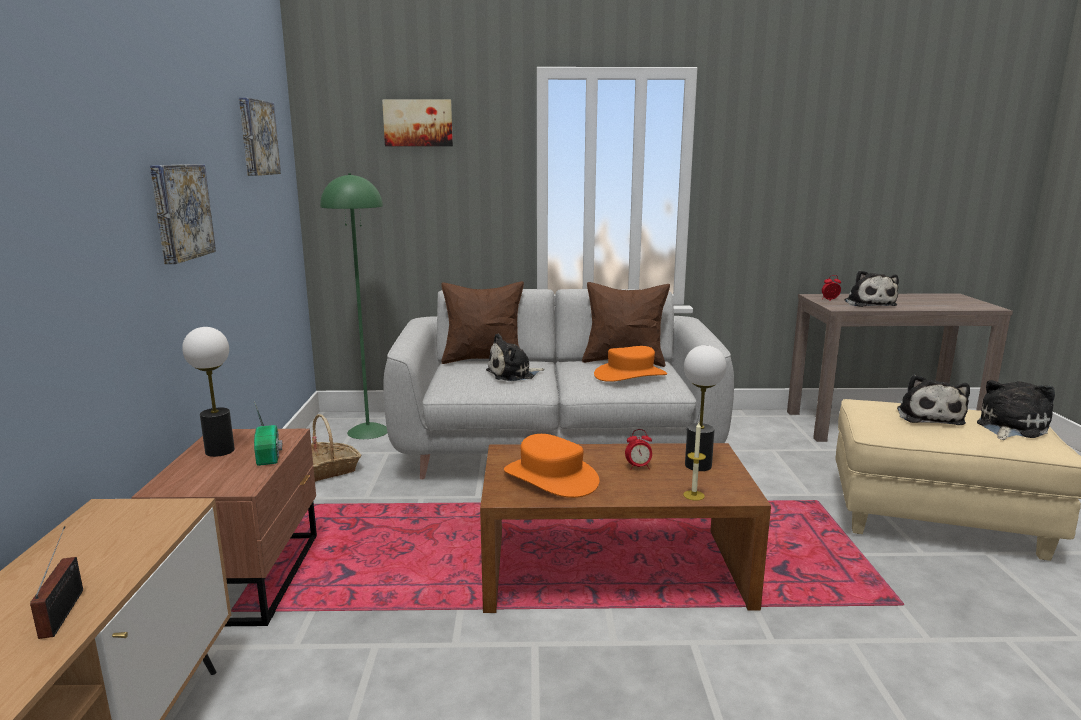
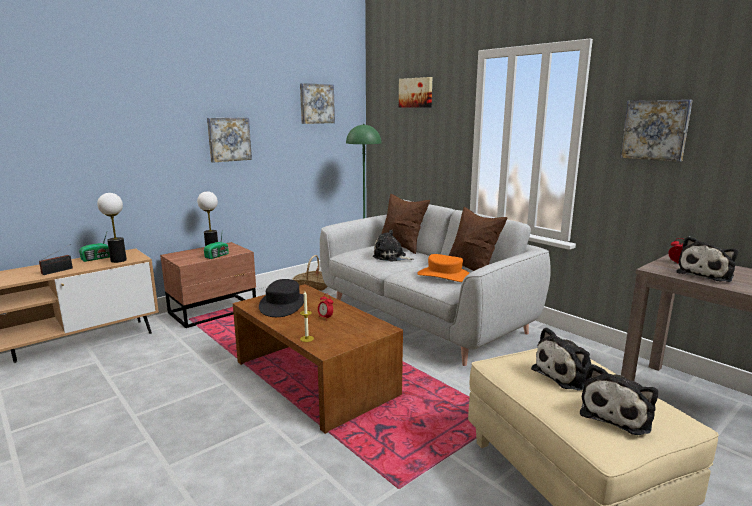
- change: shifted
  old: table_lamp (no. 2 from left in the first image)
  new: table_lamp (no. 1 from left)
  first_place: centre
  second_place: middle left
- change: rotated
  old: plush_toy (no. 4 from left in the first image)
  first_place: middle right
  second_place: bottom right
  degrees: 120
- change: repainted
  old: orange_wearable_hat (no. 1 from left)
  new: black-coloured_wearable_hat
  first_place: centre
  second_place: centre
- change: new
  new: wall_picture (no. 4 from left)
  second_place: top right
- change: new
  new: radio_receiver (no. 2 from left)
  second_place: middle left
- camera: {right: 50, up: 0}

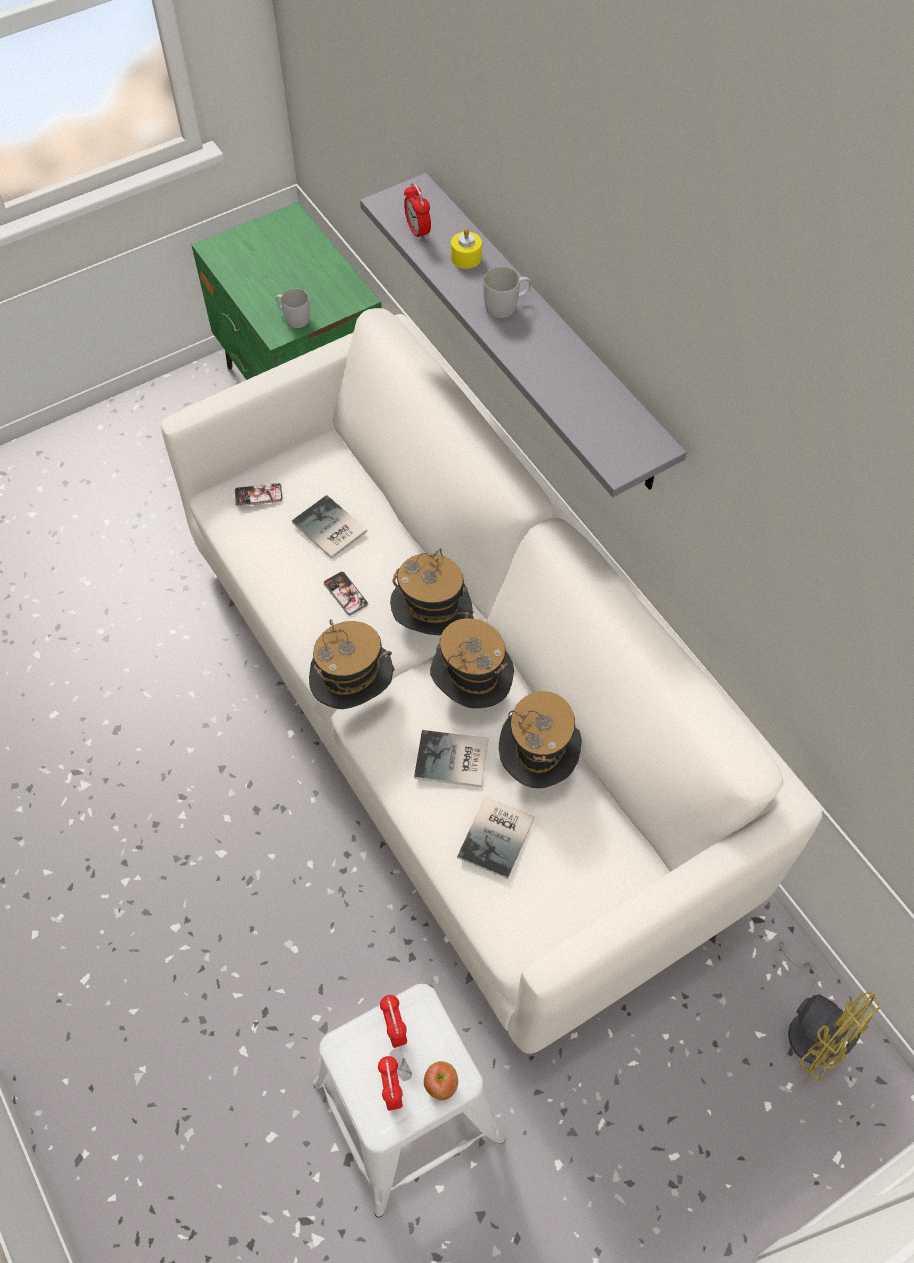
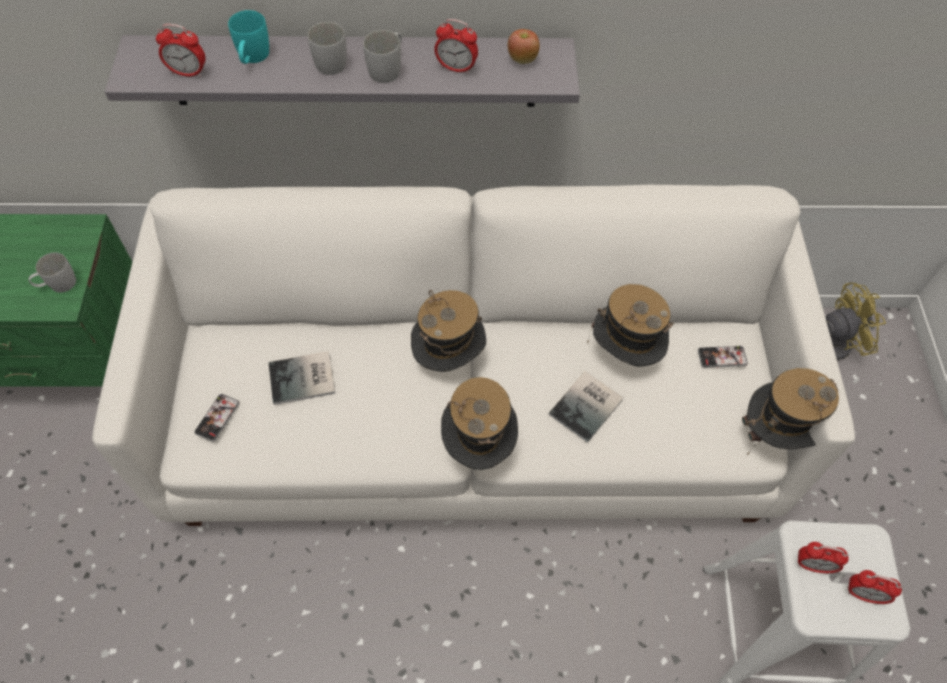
- change: swapped
  old: yellow-coloured_candle
  new: turquoise_coffee_mug
  first_place: top centre
  second_place: top left
- change: shifted
  old: telephone (no. 2 from left)
  first_place: centre
  second_place: middle right
- change: shifted
  old: wearable_hat (no. 3 from left in the first image)
  new: wearable_hat (no. 4 from left)
  first_place: centre
  second_place: middle right
- change: gone
  old: book (no. 3 from left)
  first_place: centre
- change: shifted
  old: whole_apple
  first_place: bottom centre
  second_place: top centre
- change: new
  new: bedside_clock (no. 2 from left)
  second_place: top centre
- change: new
  new: white_coffee_mug (no. 3 from left)
  second_place: top centre
- camera: {right: -60, up: 0}

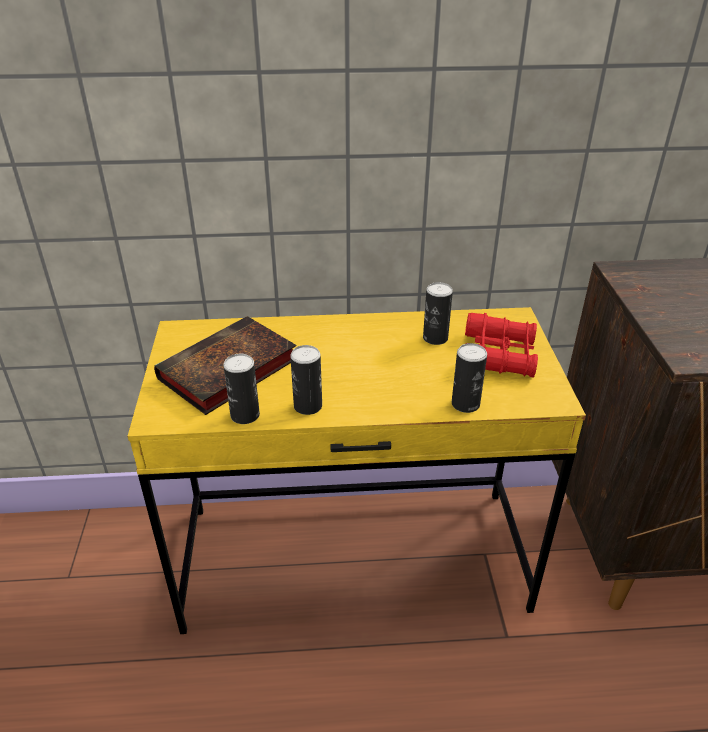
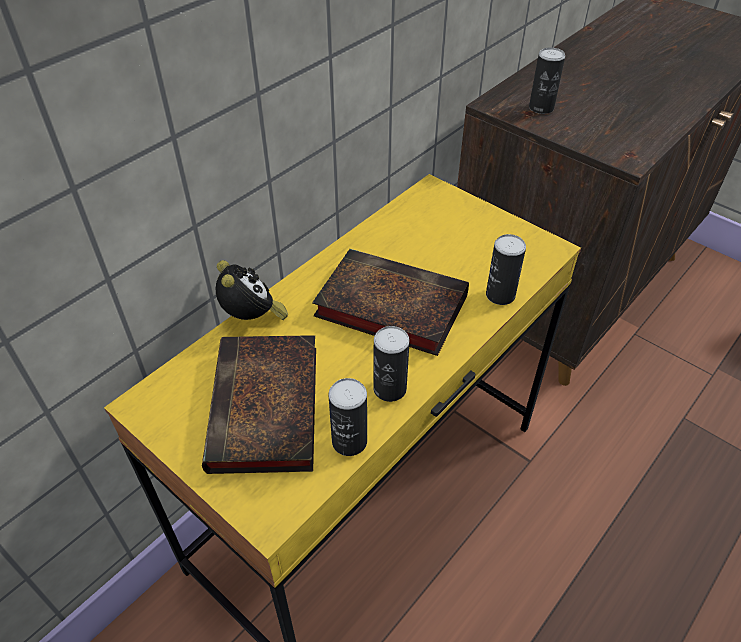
- change: shifted
  old: metal_can (no. 3 from left in the first image)
  new: metal_can (no. 4 from left)
  first_place: centre
  second_place: top right
- change: gone
  old: reddish_binoculars
  first_place: middle right
- change: new
  new: book (no. 2 from left)
  second_place: centre
- change: new
  new: bedside_clock
  second_place: centre
- camera: {right: -45, up: 10}

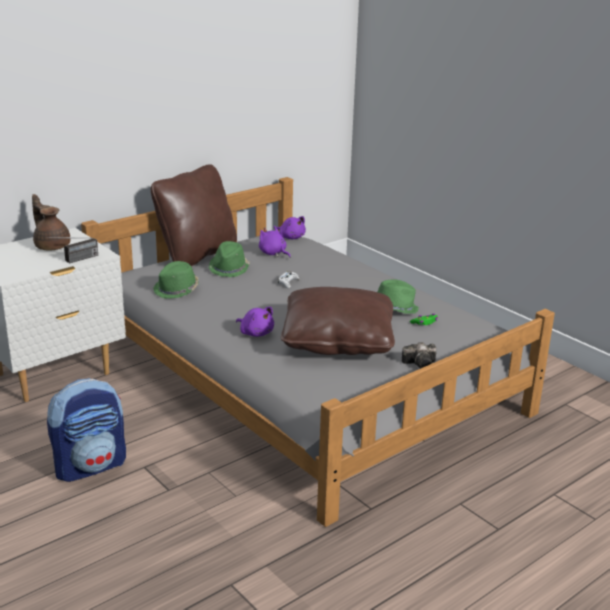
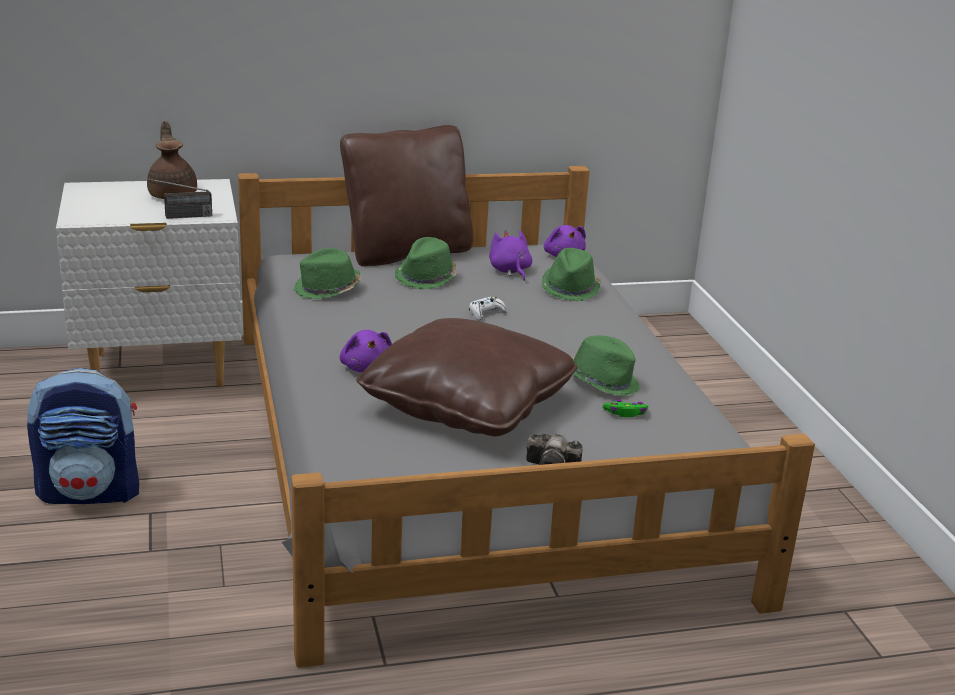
- change: new
  new: greenish_wearable_hat (no. 3 from left)
  second_place: centre
- camera: {right: 25, up: 0}

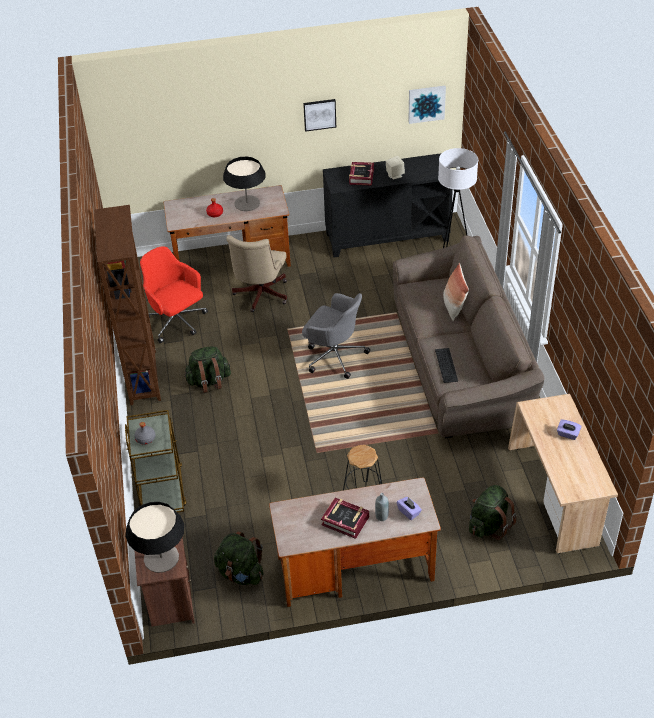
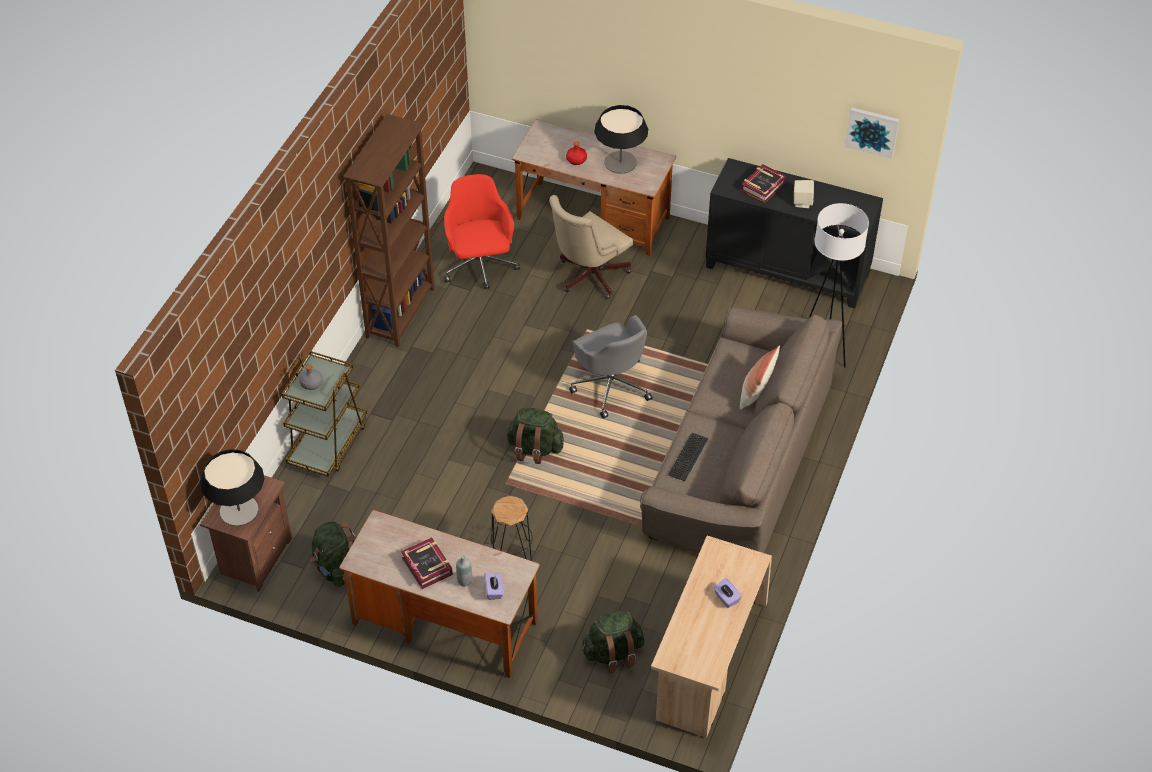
- change: gone
  old: wall_picture (no. 1 from left)
  first_place: top centre
- change: shifted
  old: greenish_backpack (no. 1 from left in the first image)
  new: greenish_backpack (no. 2 from left)
  first_place: middle left
  second_place: centre
- camera: {right: 30, up: 5}

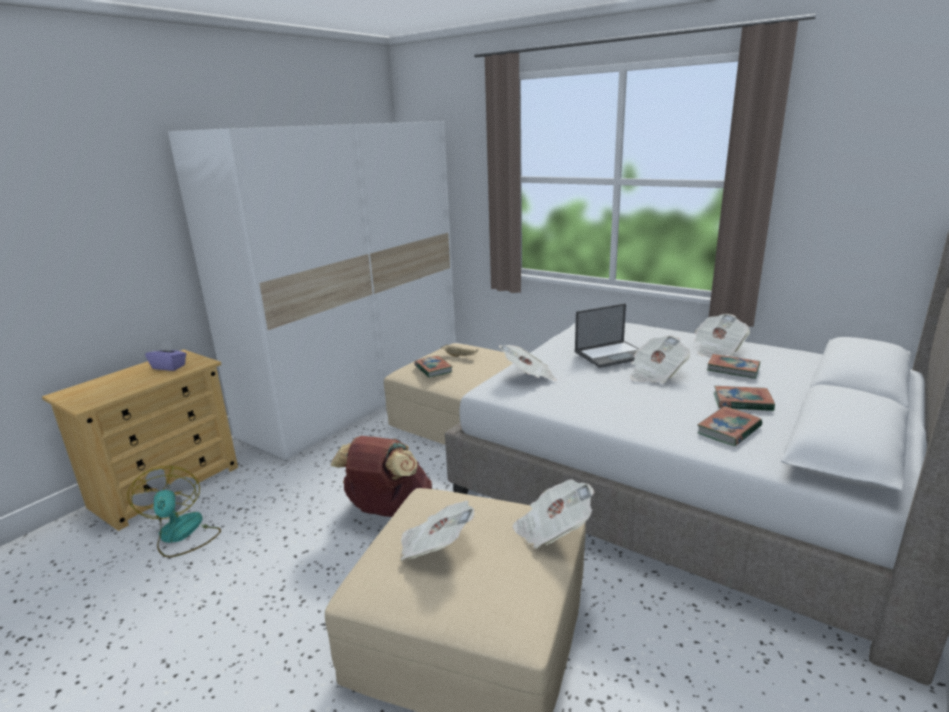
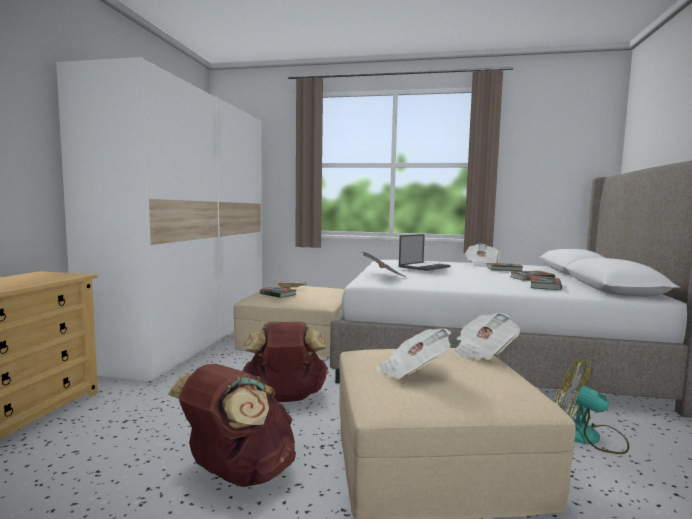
- change: gone
  old: printed_paper (no. 4 from left)
  first_place: middle right
- change: gone
  old: purple-coloured_box_of_tissues
  first_place: middle left
- change: shifted
  old: cooling_fan
  first_place: bottom left
  second_place: bottom right
- change: new
  new: brown_backpack (no. 1 from left)
  second_place: bottom centre
- camera: {right: -25, up: -15}

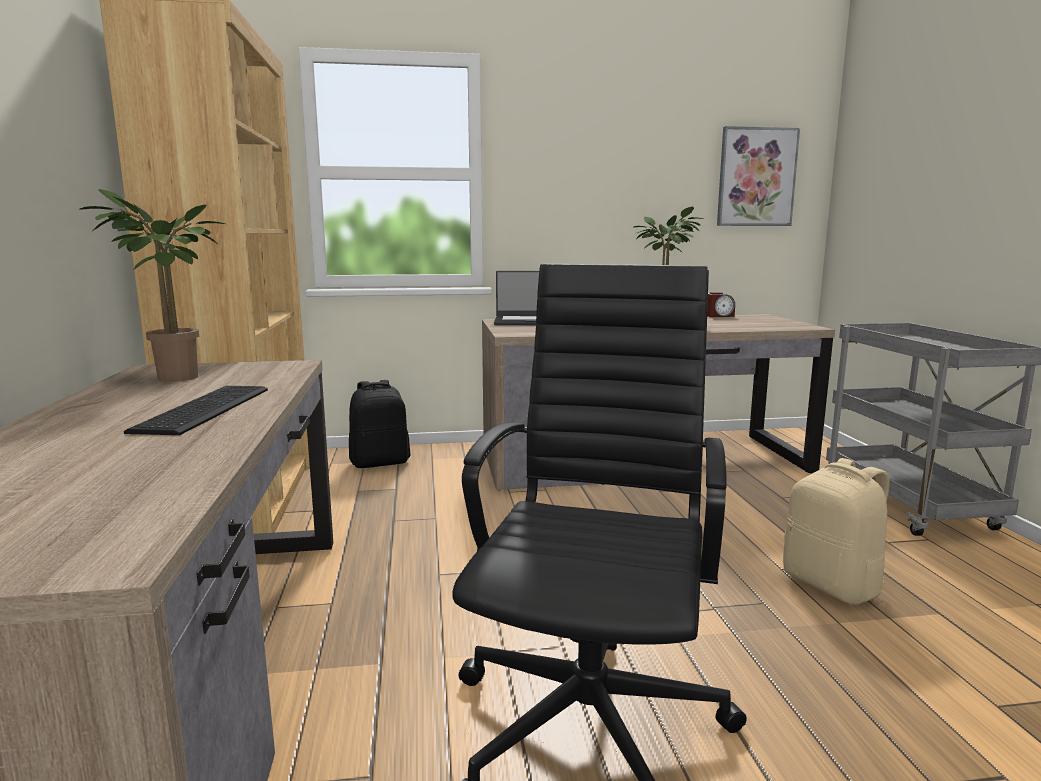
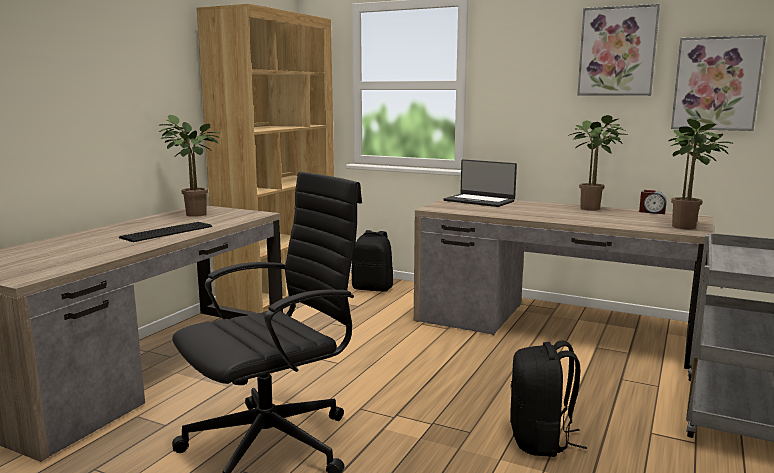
- change: repainted
  old: sand-coloured_backpack
  new: black-coloured_backpack (no. 2 from left)
  first_place: bottom right
  second_place: bottom right
- change: new
  new: wall_picture (no. 1 from left)
  second_place: top right
- change: new
  new: plant_in_a_pot (no. 3 from left)
  second_place: middle right
- camera: {right: 35, up: 0}

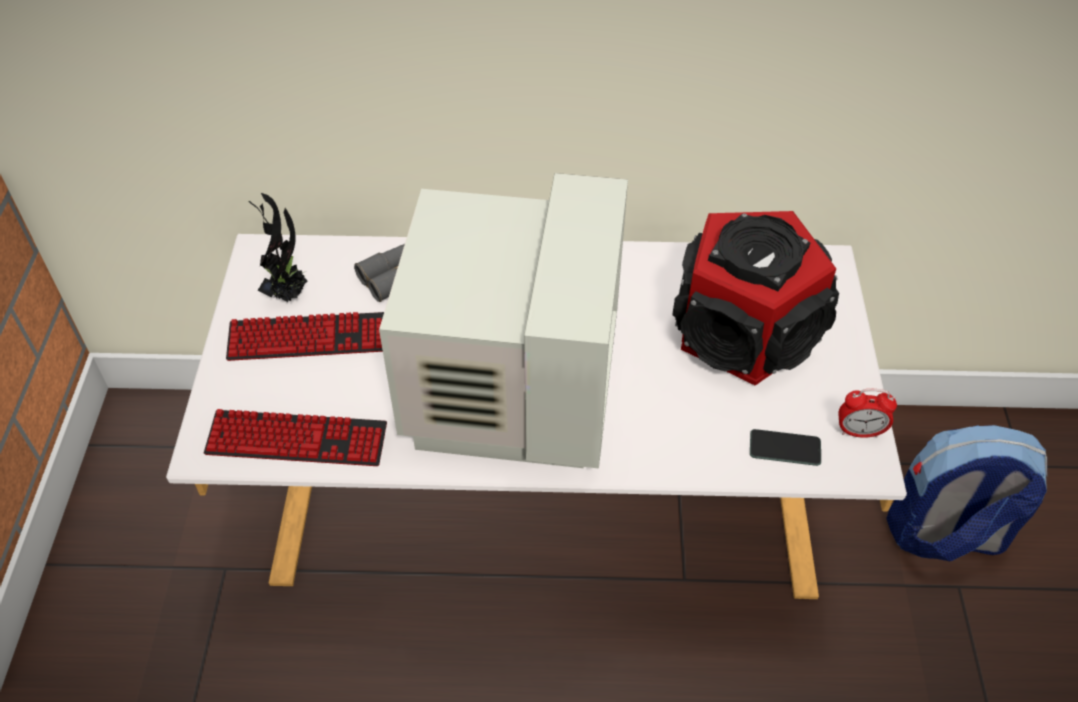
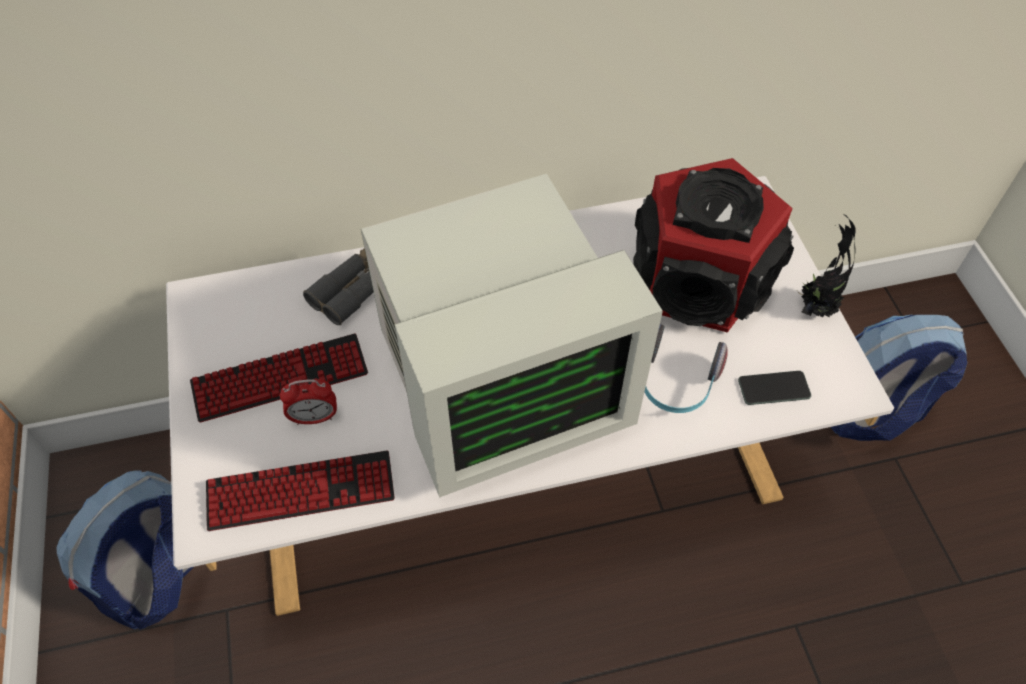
- change: rotated
  old: computer_display
  first_place: centre
  second_place: centre
  degrees: 75
- change: shifted
  old: plant_in_a_pot
  first_place: middle left
  second_place: middle right
- change: shifted
  old: bedside_clock
  first_place: middle right
  second_place: middle left
- change: new
  new: headphones
  second_place: middle right
- change: new
  new: backpack (no. 1 from left)
  second_place: bottom left
- camera: {right: -15, up: 5}

